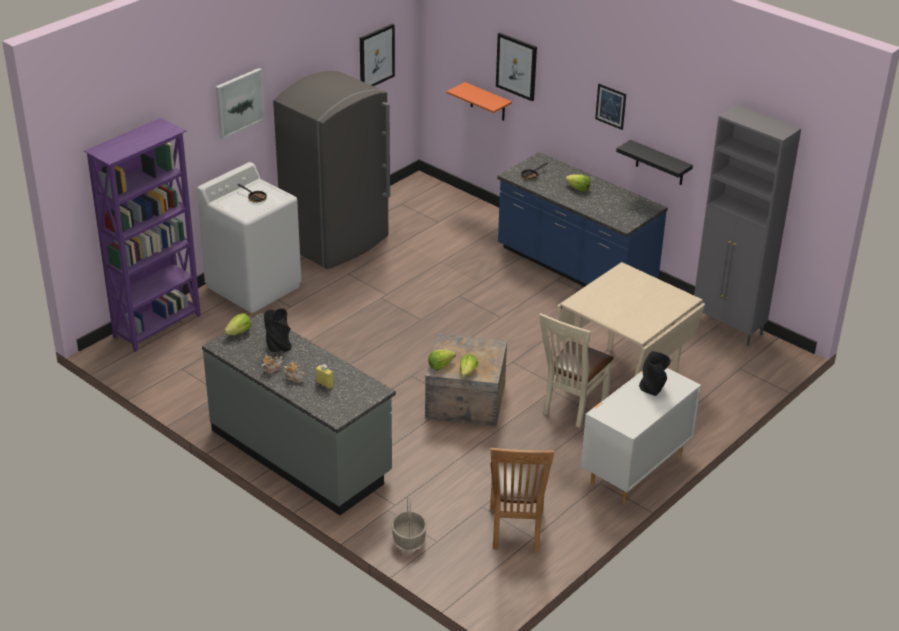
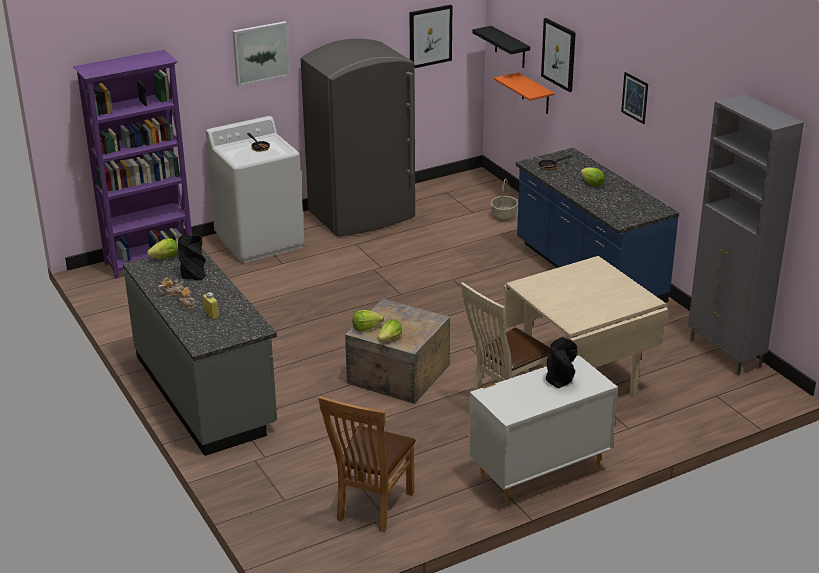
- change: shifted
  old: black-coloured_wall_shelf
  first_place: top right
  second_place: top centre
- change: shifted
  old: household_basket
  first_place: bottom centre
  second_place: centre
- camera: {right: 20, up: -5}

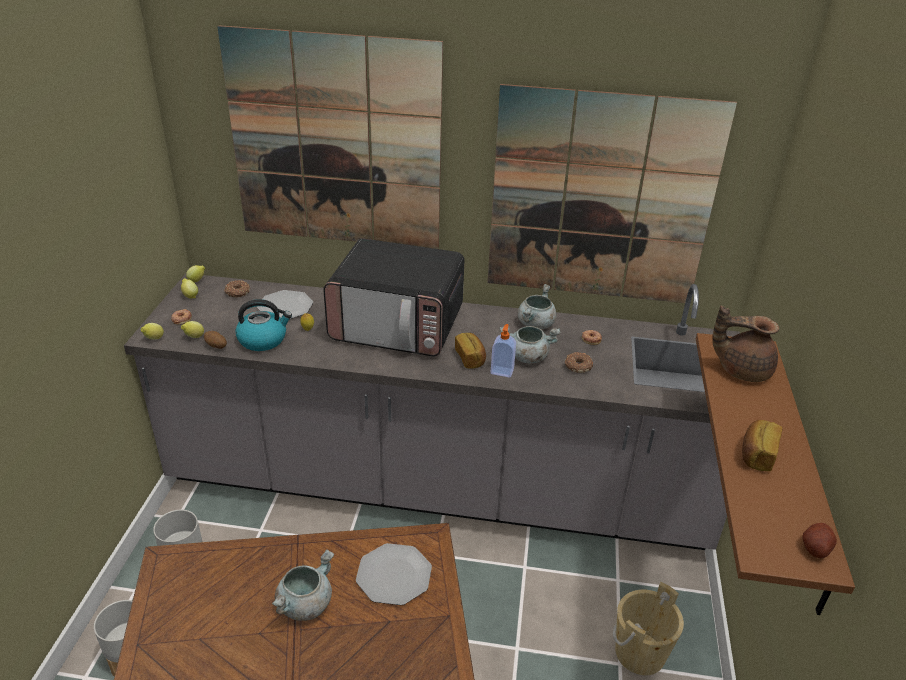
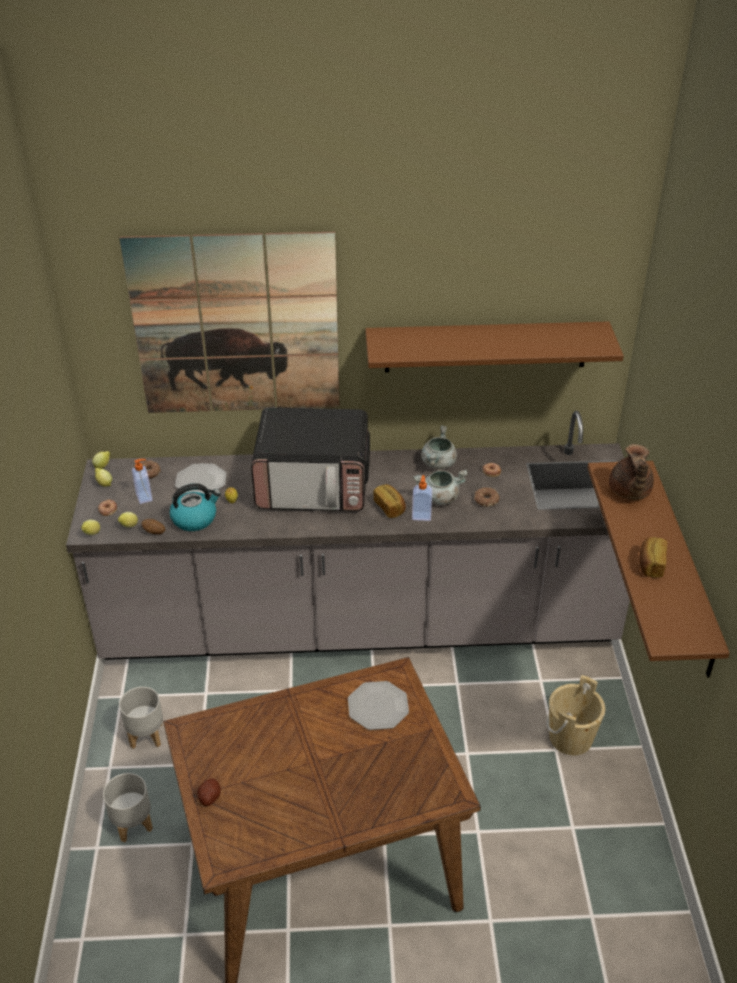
- change: swapped
  old: wall_picture (no. 2 from left)
  new: brown_wall_shelf (no. 1 from left)
  first_place: top right
  second_place: middle right
- change: rotated
  old: brown_teapot
  first_place: middle right
  second_place: middle right
  degrees: -90
- change: shifted
  old: potato (no. 2 from left)
  first_place: bottom right
  second_place: bottom left
- change: gone
  old: grey_cooking_pot (no. 1 from left)
  first_place: bottom centre
- change: new
  new: soap_dispenser (no. 1 from left)
  second_place: middle left
- camera: {right: -10, up: 5}

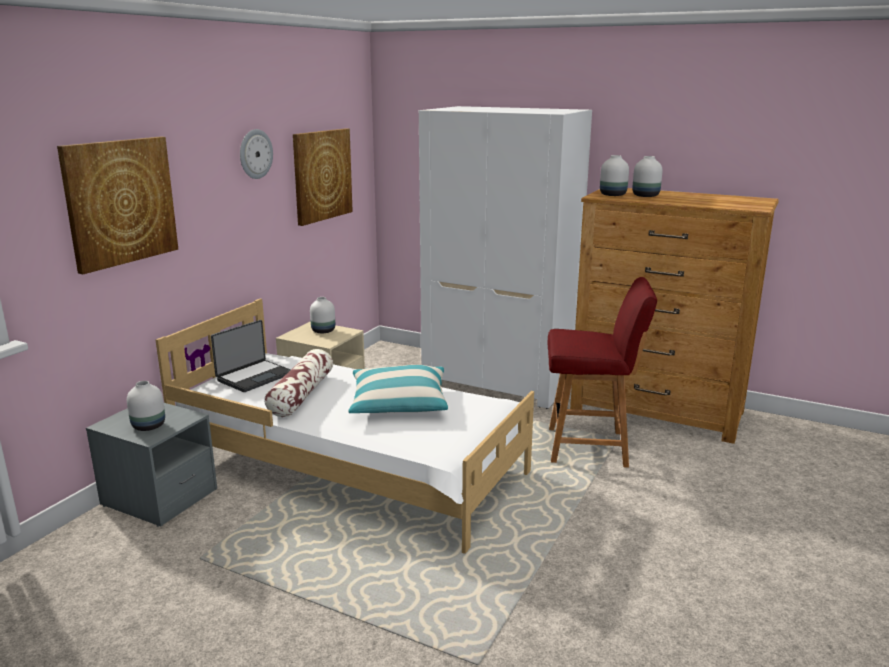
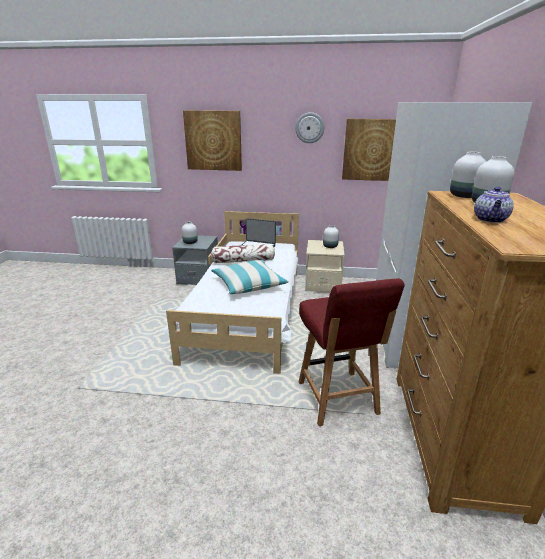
- change: new
  new: teapot
  second_place: middle right
- camera: {right: 70, up: 5}

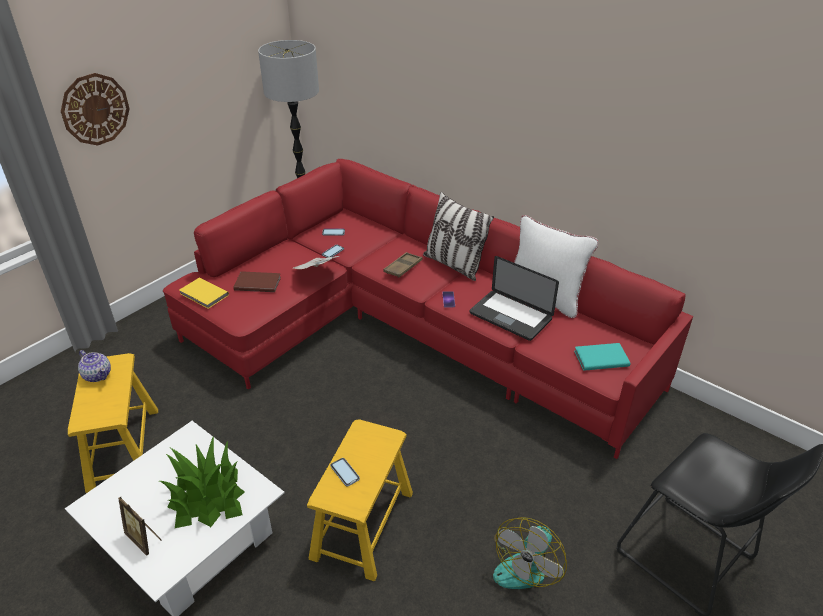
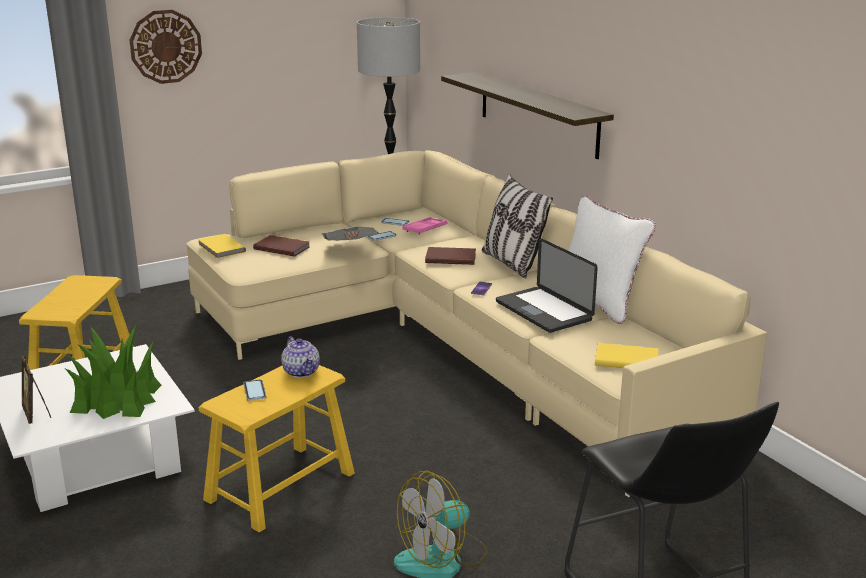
- change: repainted
  old: reddish_couch
  new: sand-coloured_couch
  first_place: centre
  second_place: centre
- change: swapped
  old: brown_tray
  new: brown_book (no. 2 from left)
  first_place: centre
  second_place: centre
- change: repainted
  old: turquoise_book
  new: yellow-coloured_book (no. 2 from left)
  first_place: middle right
  second_place: middle right
- change: shifted
  old: teapot
  first_place: middle left
  second_place: centre
- change: new
  new: wall_shelf
  second_place: top centre
- change: new
  new: pinkish_tray
  second_place: centre
- camera: {right: 20, up: -15}

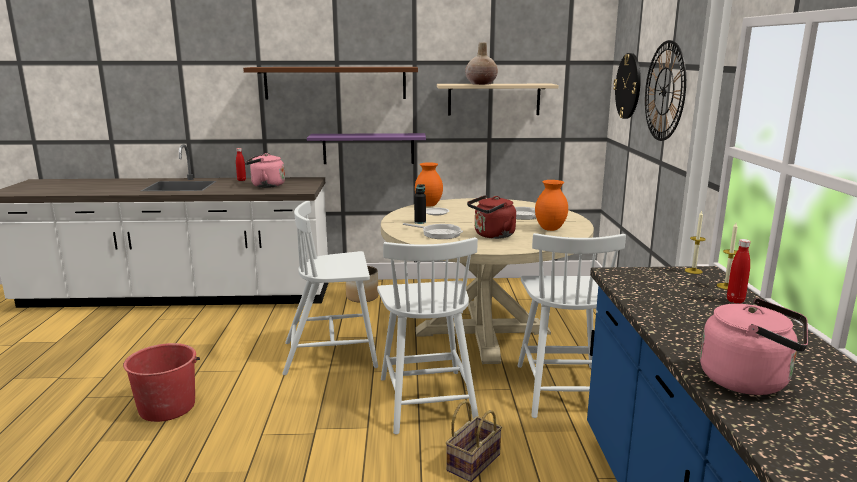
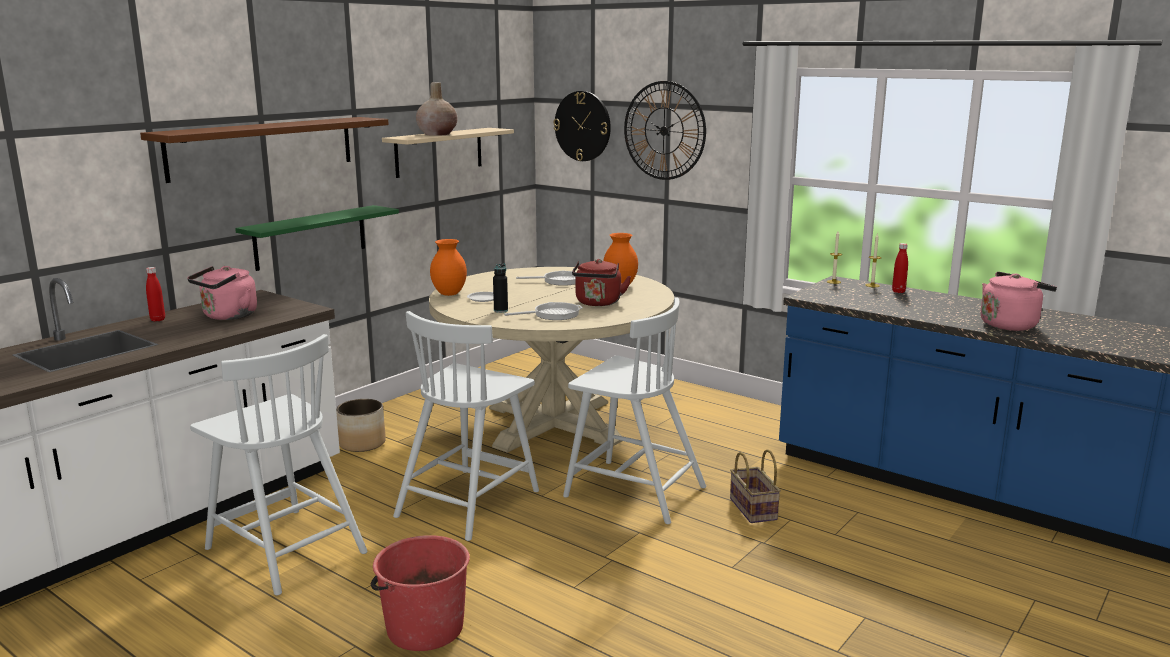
- change: repainted
  old: purple-coloured_wall_shelf
  new: greenish_wall_shelf
  first_place: top centre
  second_place: middle left
- change: shifted
  old: white_upright_chair (no. 3 from left in the first image)
  new: white_upright_chair (no. 1 from left)
  first_place: bottom centre
  second_place: bottom left
- camera: {right: -50, up: 0}

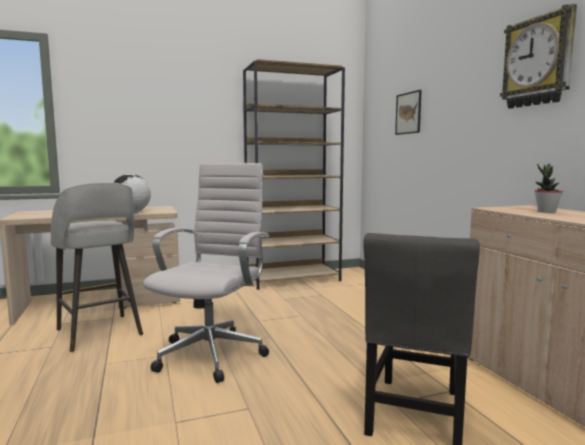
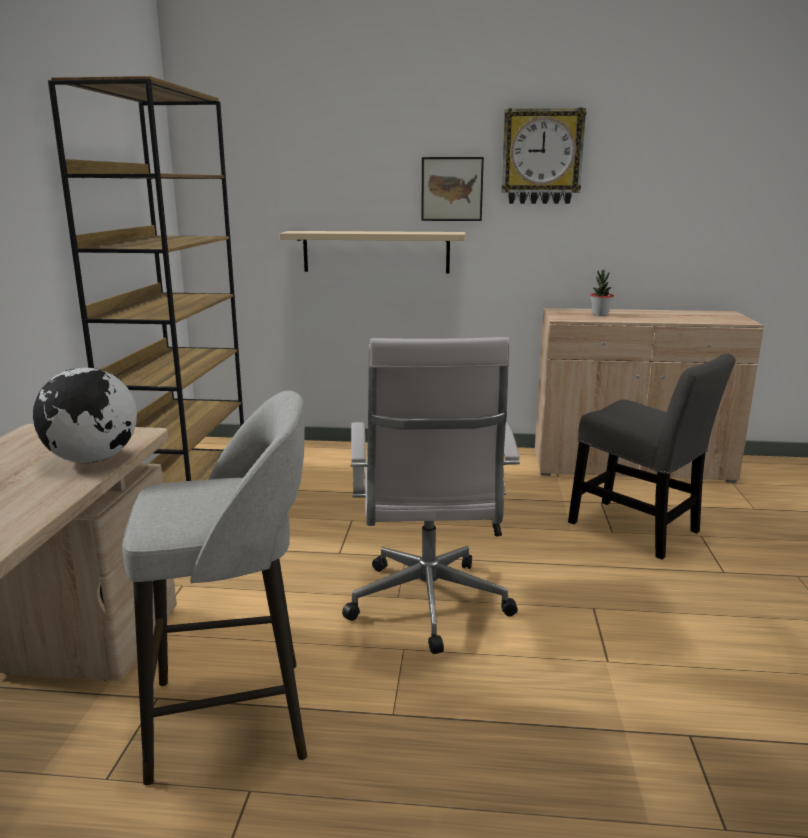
- change: shifted
  old: wall_picture
  first_place: top right
  second_place: top centre
- change: rotated
  old: white_computer_chair
  first_place: centre
  second_place: centre
  degrees: -135
- change: new
  new: sand-coloured_wall_shelf
  second_place: top centre
- camera: {right: -65, up: 10}

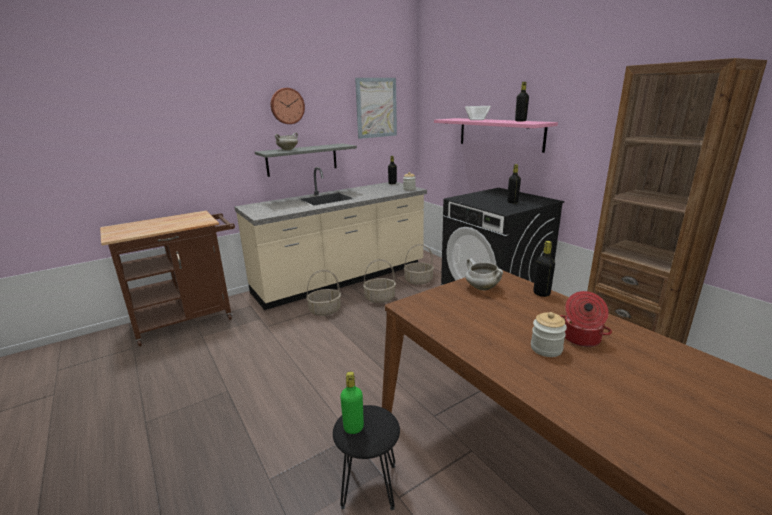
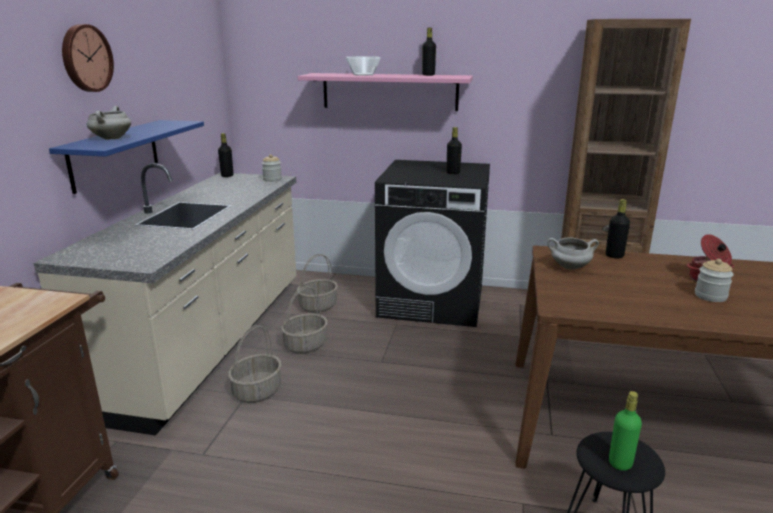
- change: gone
  old: wall_picture
  first_place: top centre
- change: repainted
  old: grey_wall_shelf
  new: bluish_wall_shelf
  first_place: top centre
  second_place: top left
- camera: {right: -45, up: 0}

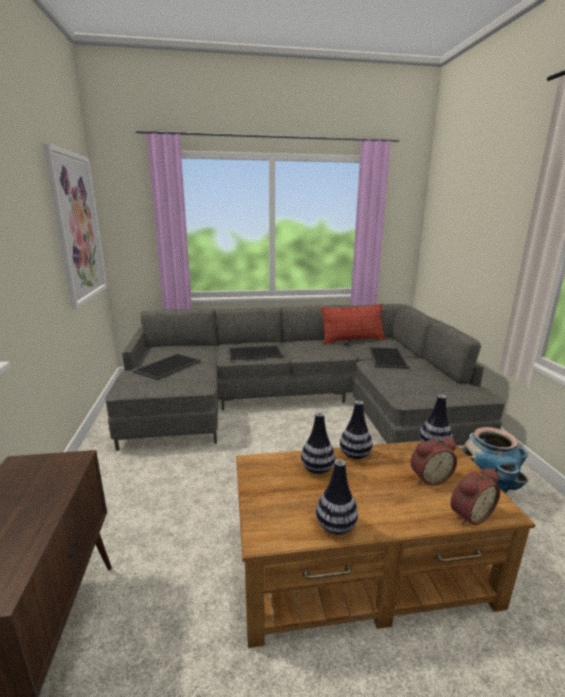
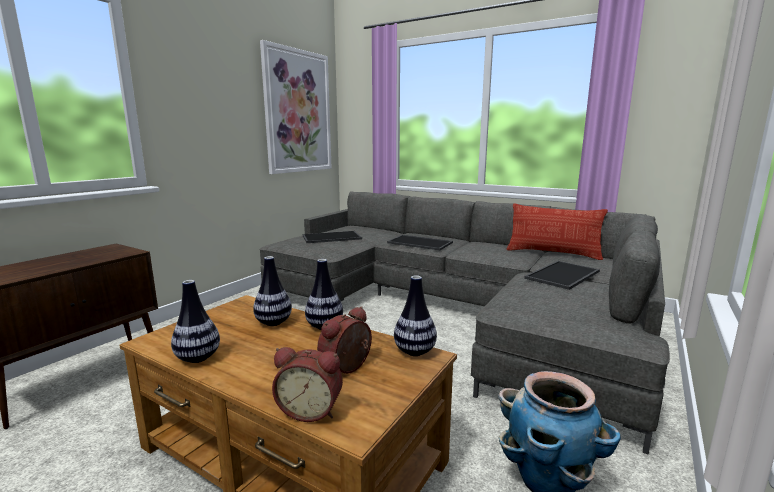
- change: rotated
  old: bedside_clock (no. 1 from left in the first image)
  first_place: middle right
  second_place: bottom centre
  degrees: 105
- camera: {right: 40, up: -5}

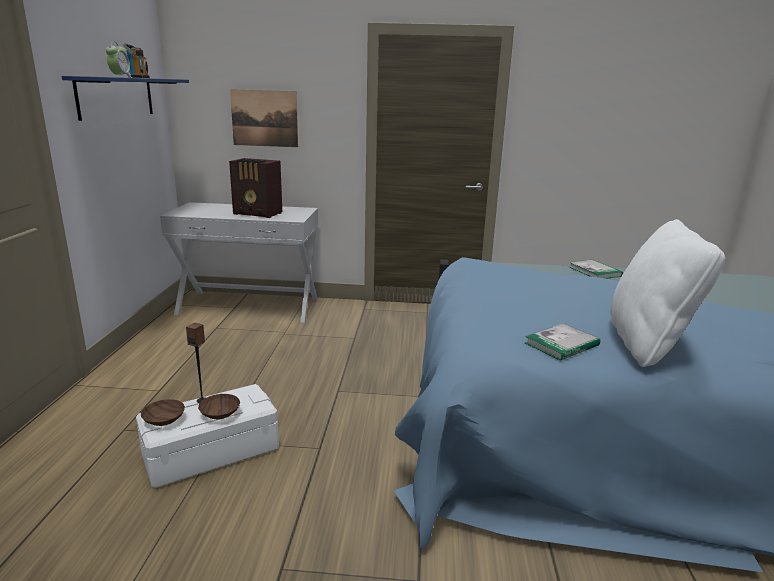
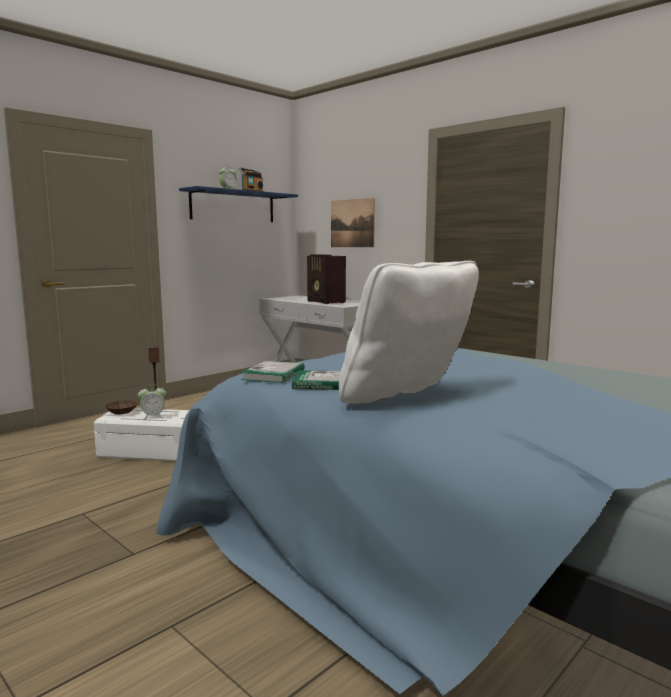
- change: shifted
  old: book (no. 2 from left in the first image)
  new: book (no. 1 from left)
  first_place: middle right
  second_place: centre
- change: swapped
  old: brown_deep_dish (no. 2 from left)
  new: bedside_clock (no. 1 from left)
  first_place: bottom left
  second_place: middle left
- camera: {right: 40, up: -10}

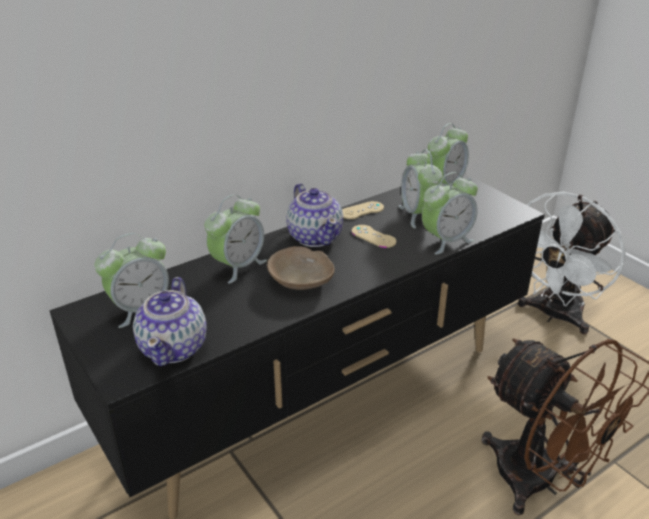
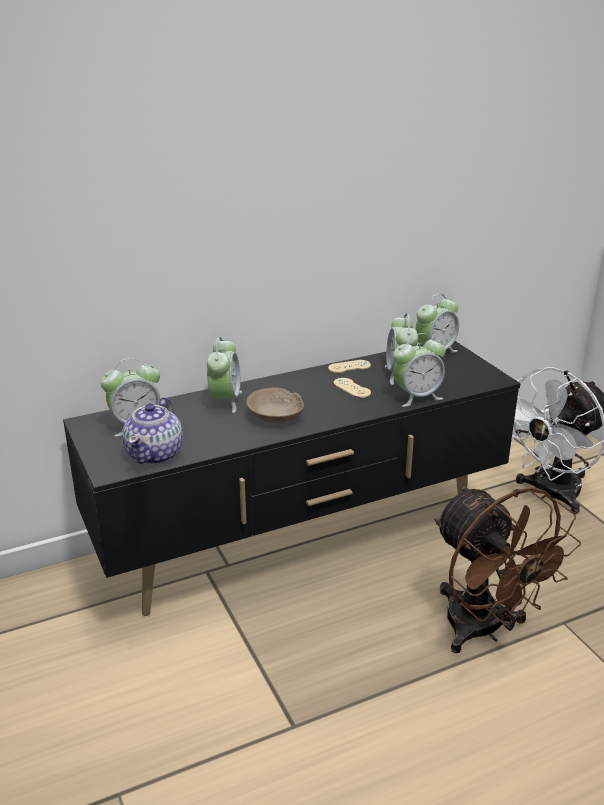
- change: gone
  old: teapot (no. 2 from left)
  first_place: centre
- change: rotated
  old: bedside_clock (no. 2 from left)
  first_place: centre
  second_place: centre
  degrees: -45
- camera: {right: 10, up: -5}

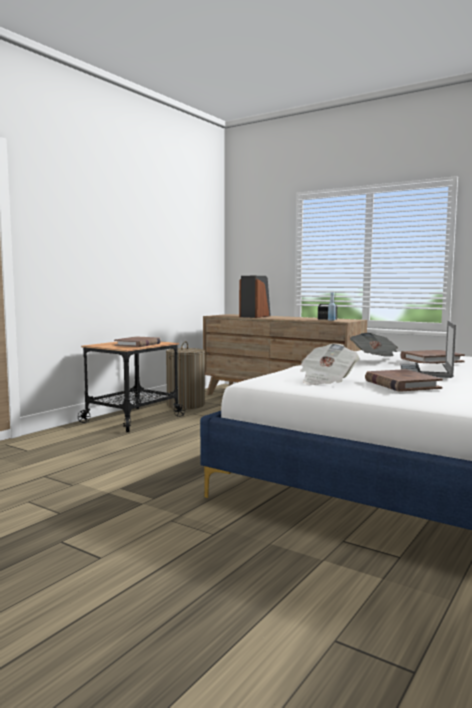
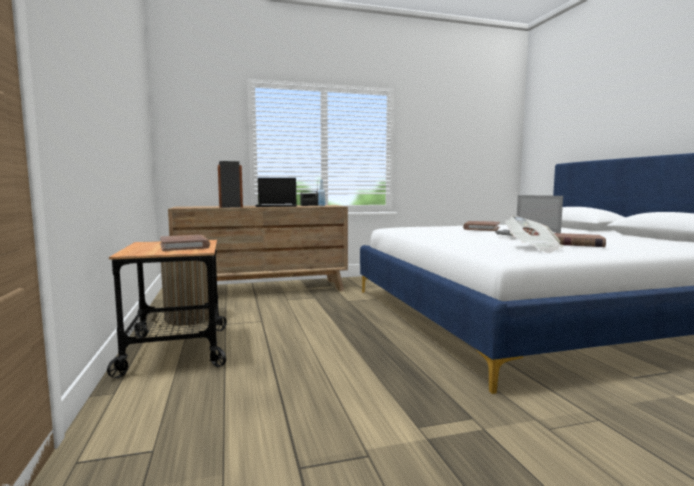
- change: gone
  old: printed_paper (no. 2 from left)
  first_place: middle right
- change: new
  new: notebook_computer (no. 1 from left)
  second_place: centre
- camera: {right: -50, up: 0}

